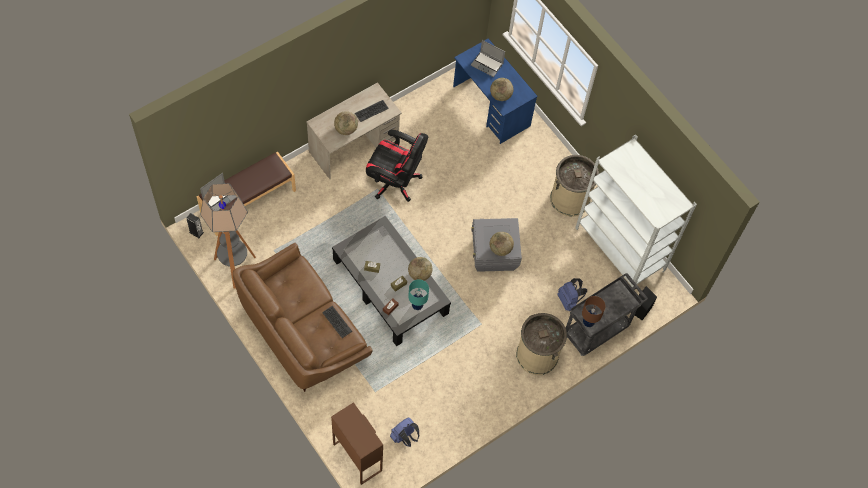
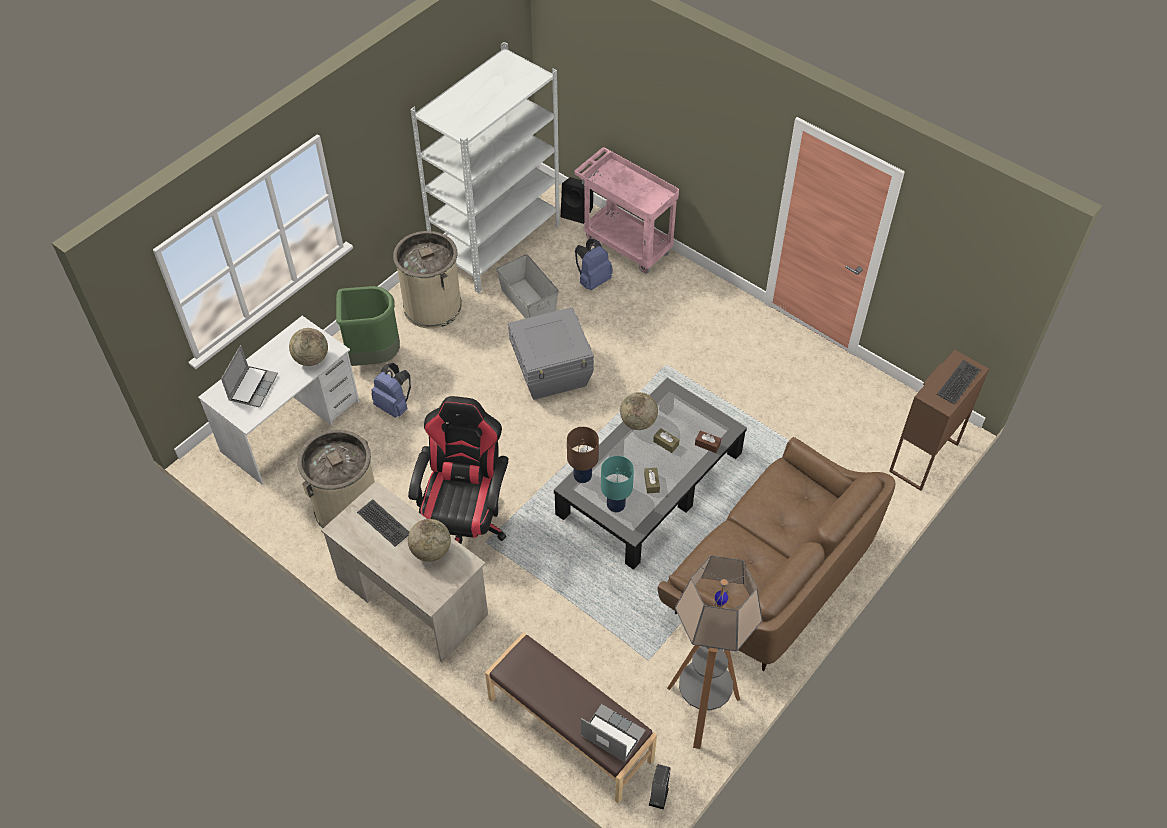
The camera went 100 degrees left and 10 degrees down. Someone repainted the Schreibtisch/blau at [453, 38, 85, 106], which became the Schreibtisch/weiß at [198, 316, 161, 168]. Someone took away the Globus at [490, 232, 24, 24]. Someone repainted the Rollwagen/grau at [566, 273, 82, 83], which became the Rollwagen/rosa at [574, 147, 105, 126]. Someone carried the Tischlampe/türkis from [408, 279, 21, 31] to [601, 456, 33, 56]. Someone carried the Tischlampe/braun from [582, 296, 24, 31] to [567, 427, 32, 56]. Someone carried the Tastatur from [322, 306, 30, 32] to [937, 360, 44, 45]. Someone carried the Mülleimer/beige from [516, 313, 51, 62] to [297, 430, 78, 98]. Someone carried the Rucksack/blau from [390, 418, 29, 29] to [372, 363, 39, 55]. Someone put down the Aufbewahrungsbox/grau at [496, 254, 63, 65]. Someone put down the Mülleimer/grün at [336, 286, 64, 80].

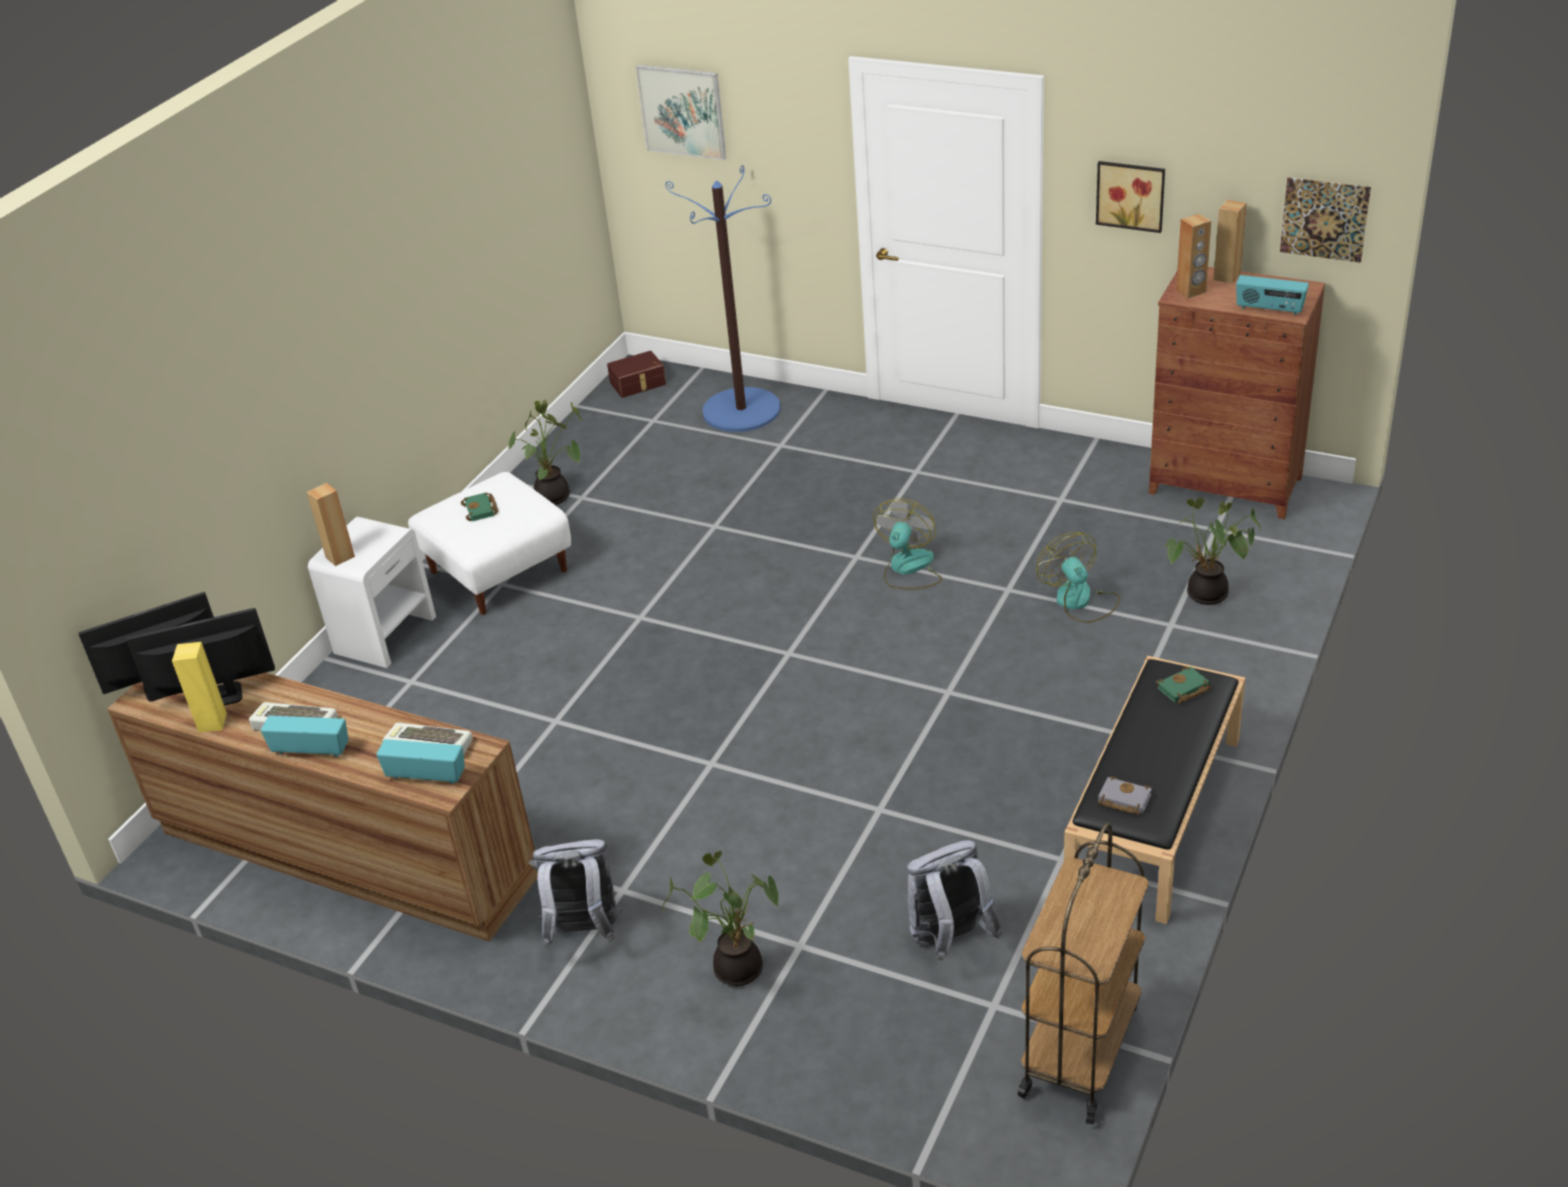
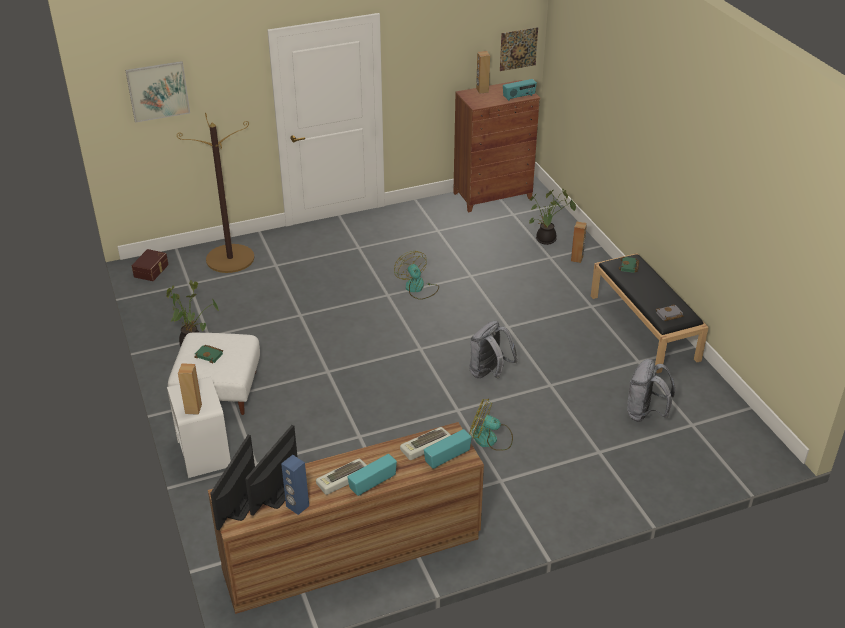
The camera went 50 degrees left and 0 degrees up. Someone took away the Bild at [1096, 161, 69, 72]. Someone repainted the Kleiderständer/blau at [665, 165, 115, 267], which became the Kleiderständer/braun at [177, 112, 77, 161]. Someone carried the Lautsprecher/braun from [1176, 214, 35, 84] to [571, 222, 16, 41]. Someone carried the Ventilator from [1036, 532, 84, 91] to [469, 399, 44, 52]. Someone repainted the Lautsprecher/gelb at [172, 642, 55, 91], which became the Lautsprecher/blau at [281, 455, 28, 60]. Someone took away the Rollwagen/braun at [1018, 823, 131, 301]. Someone carried the Rucksack/grau from [533, 840, 89, 108] to [469, 321, 49, 57]. Someone took away the Topfpflanze at [662, 851, 117, 135].

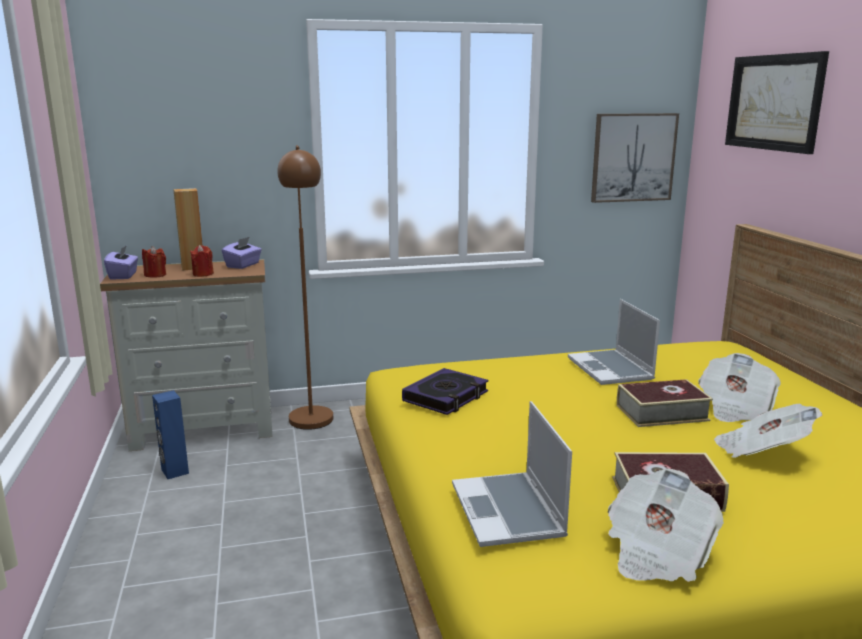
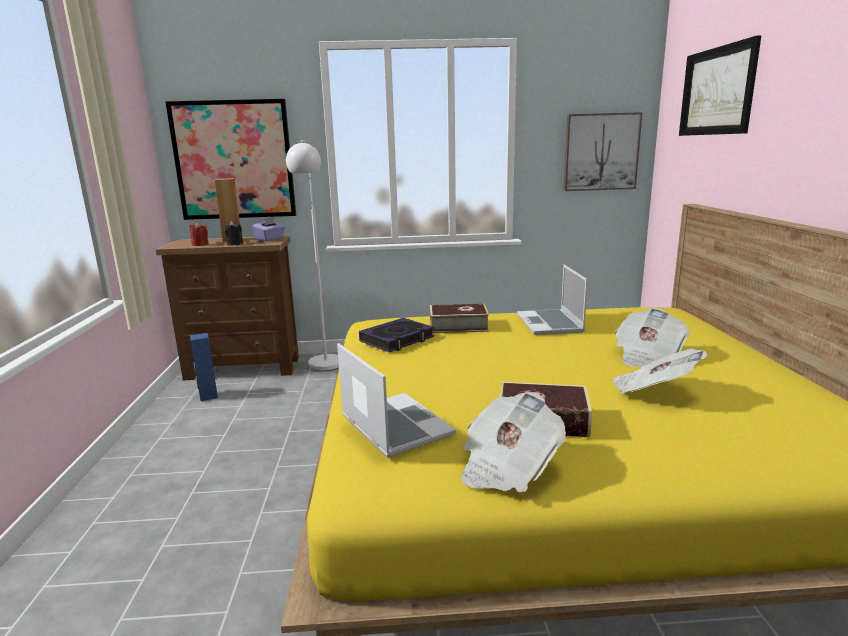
The camera went 10 degrees right and 0 degrees up. Someone repainted the Stehlampe/braun at [277, 145, 57, 285], which became the Stehlampe/weiß at [286, 140, 53, 231]. Someone took away the Taschentuchbox/lila at [104, 245, 34, 35]. Someone repainted the Kerze/rot at [190, 245, 24, 32], which became the Kerze/schwarz at [224, 221, 19, 25]. Someone repainted the Kommode/weiß at [100, 259, 173, 192], which became the Kommode/braun at [156, 236, 143, 144]. Someone carried the Buch from [617, 379, 96, 48] to [430, 304, 59, 29]. Someone rotated the Laptop at [452, 401, 120, 146] by 150 degrees clockwise. Someone put up the Bild at [165, 99, 131, 121].

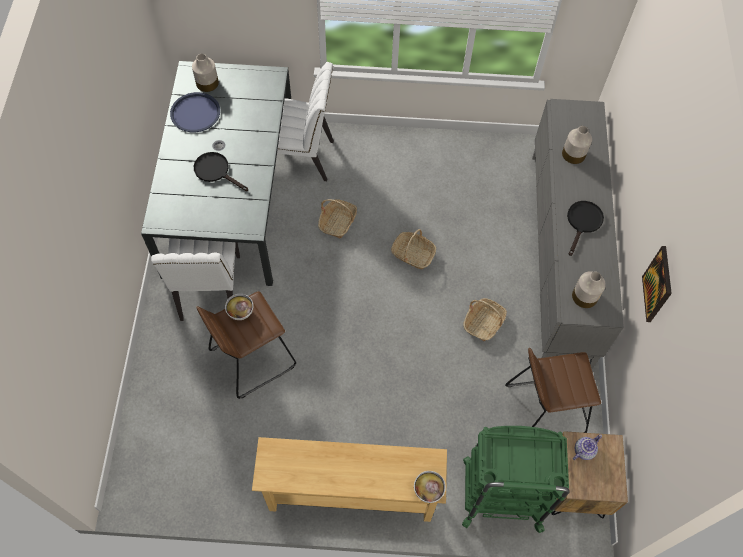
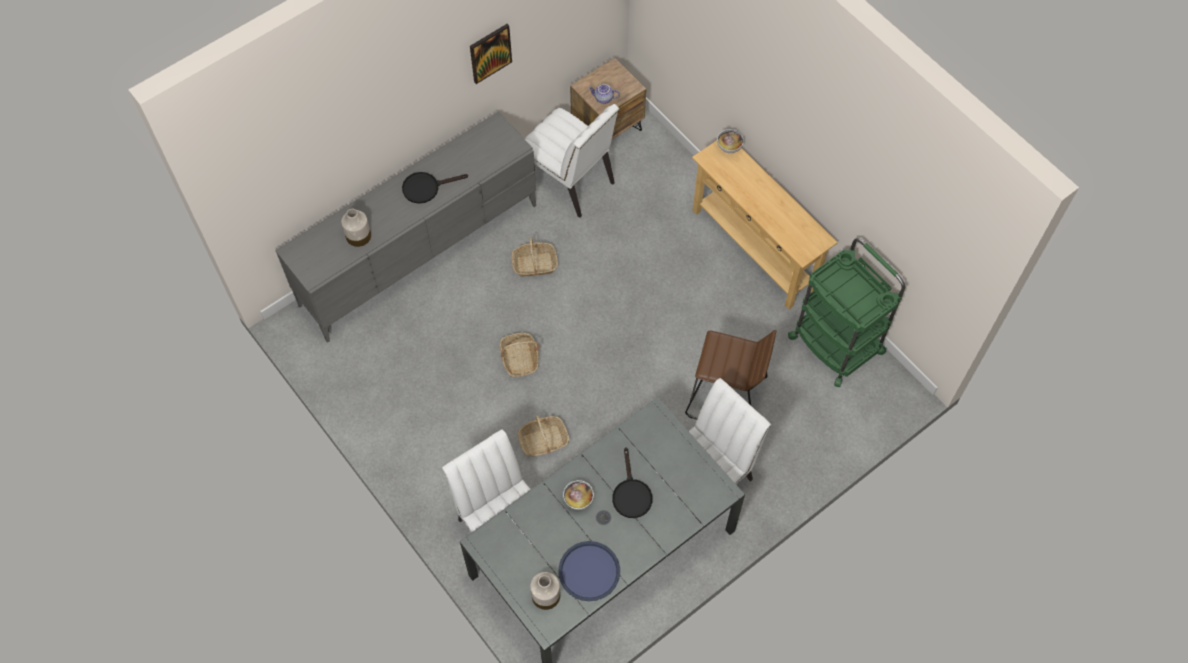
The camera went 130 degrees left and 0 degrees up. Someone took away the Vase/beige at [572, 271, 34, 37]. Someone carried the Schüssel from [225, 294, 28, 26] to [563, 480, 31, 30]. Someone swapped the Hocker/braun at [505, 348, 96, 85] for the Stuhl/weiß at [525, 104, 94, 114]. Someone carried the Rollwagen/grün from [462, 426, 108, 107] to [788, 238, 117, 149].

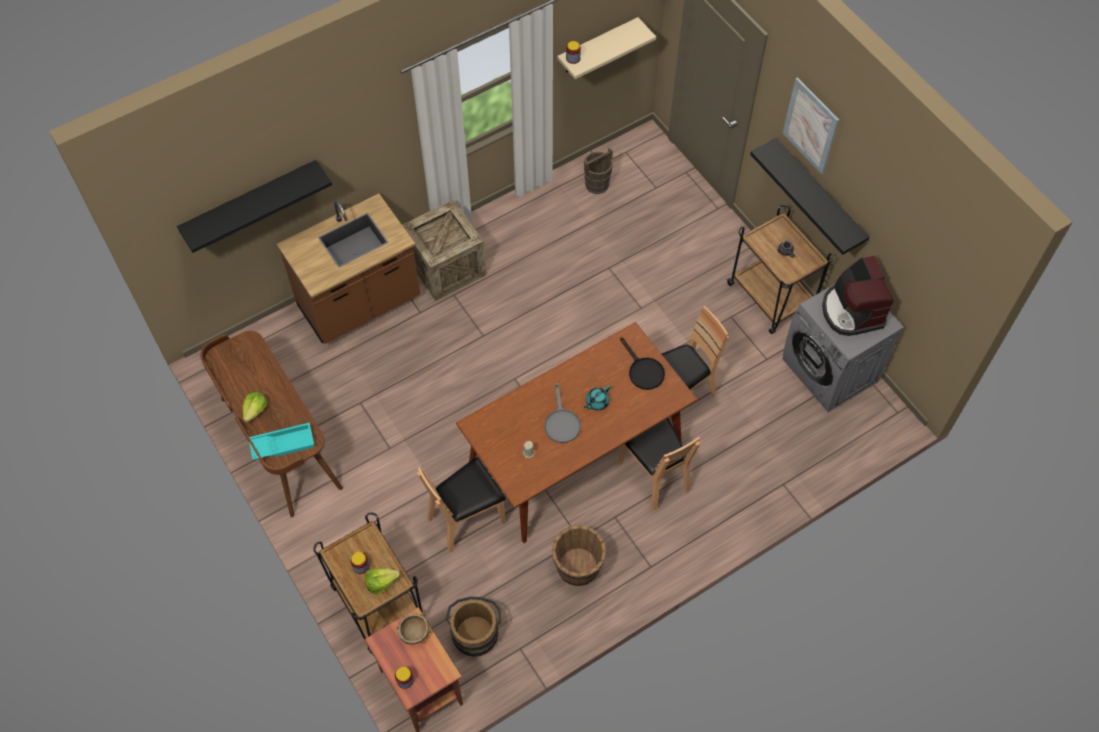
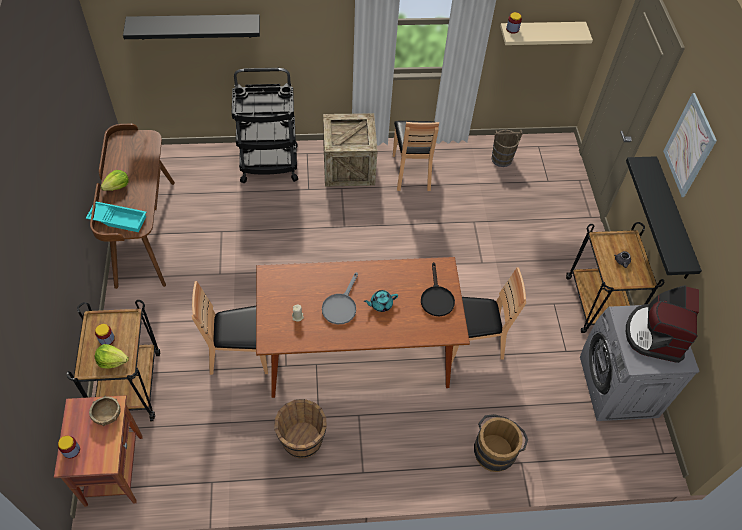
The camera went 25 degrees right and 5 degrees down. Someone swapped the Küchenzeile/braun at [277, 194, 143, 150] for the Rollwagen/schwarz at [232, 68, 66, 115]. Someone carried the Stuhl/braun from [618, 418, 82, 93] to [393, 121, 46, 70]. Someone carried the Eimer/braun from [445, 597, 56, 60] to [474, 414, 54, 58].

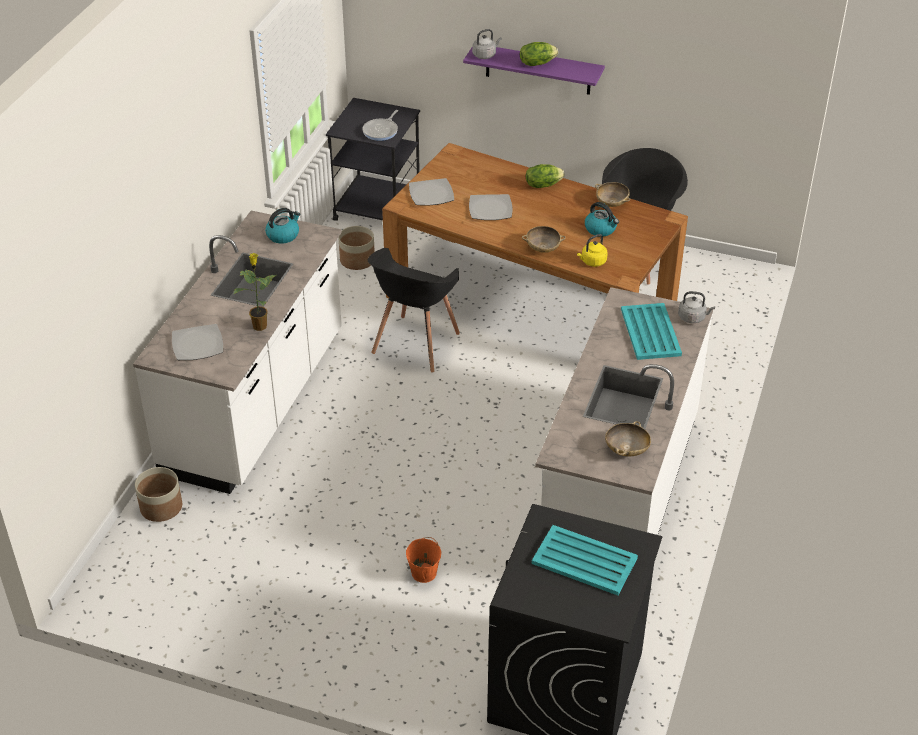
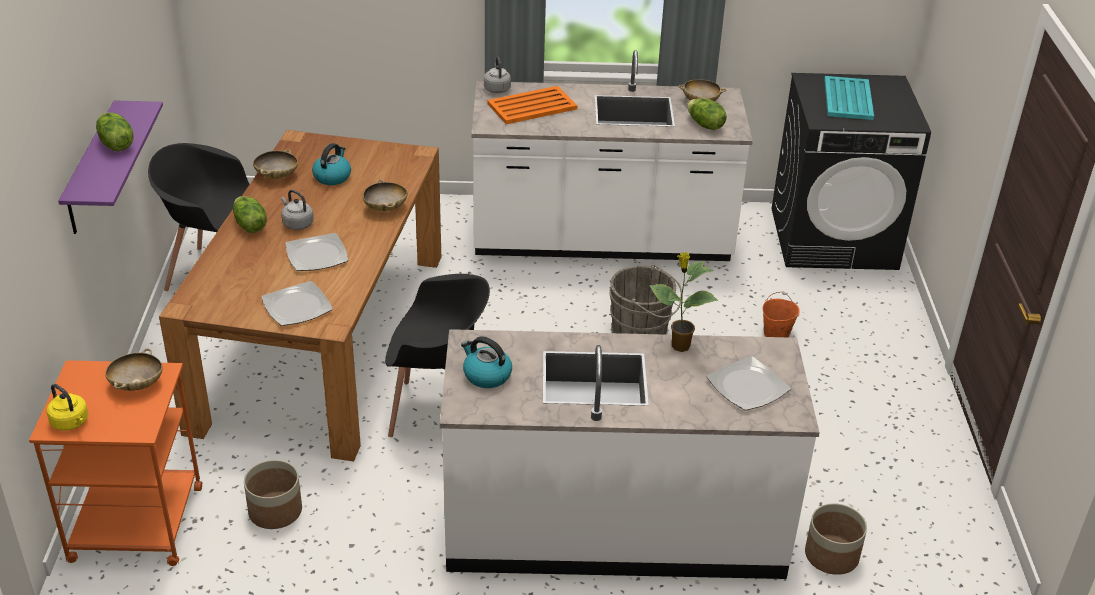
The camera went 110 degrees left and 5 degrees down. Someone carried the Wasserkessel/grau from [472, 29, 30, 30] to [281, 190, 33, 40]. Someone repainted the Rollwagen/schwarz at [326, 98, 94, 123], which became the Rollwagen/orange at [29, 360, 174, 206]. Someone swapped the Pfanne at [362, 110, 36, 31] for the Schüssel/beige at [105, 348, 58, 43]. Someone carried the Wasserkessel/gelb from [577, 234, 31, 33] to [46, 384, 42, 47]. Someone repainted the Tablett/türkis at [621, 303, 61, 57], which became the Tablett/orange at [487, 86, 91, 38]. Someone put down the Salatkopf at [687, 98, 40, 32]. Someone put down the Eimer/grau at [609, 264, 73, 71].

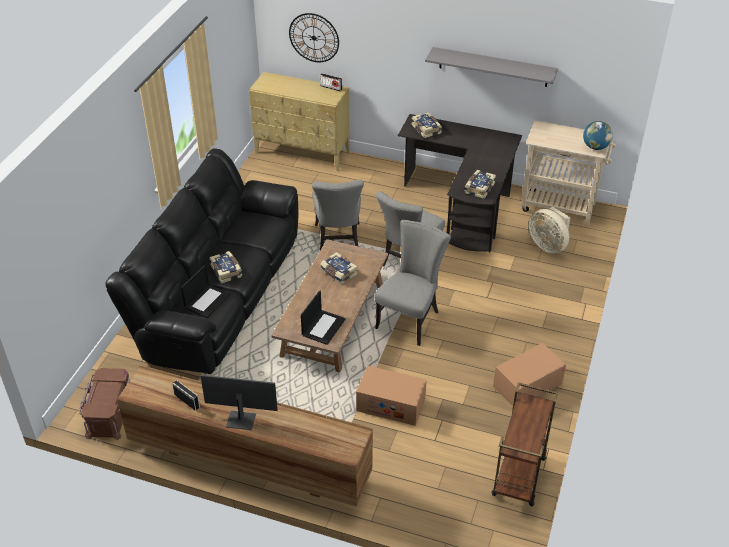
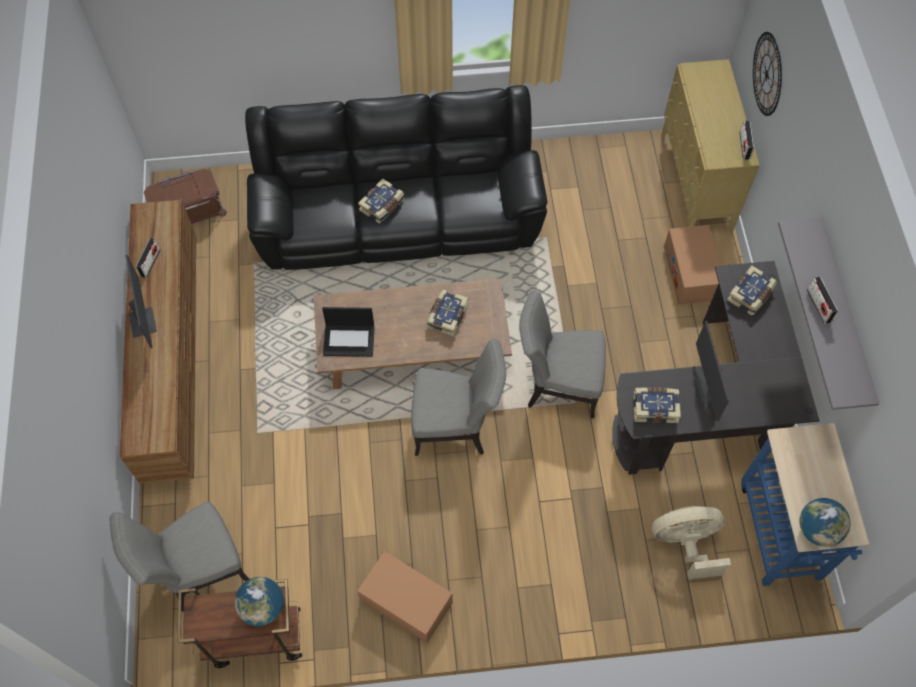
The camera went 65 degrees right and 20 degrees up. Someone repainted the Rollwagen/beige at [521, 120, 95, 106], which became the Rollwagen/blau at [741, 423, 128, 163]. Someone carried the Stuhl/grau from [312, 179, 52, 71] to [110, 501, 139, 111]. Someone rotated the Ventilator/beige at [528, 207, 43, 47] by 60 degrees clockwise. Someone took away the Laptop at [181, 265, 50, 53]. Someone carried the Karton from [356, 365, 71, 61] to [664, 225, 57, 80]. Someone put down the Radio at [807, 276, 31, 48]. Someone put down the Monitor at [694, 321, 35, 100]. Someone put down the Globus at [235, 577, 49, 49].

